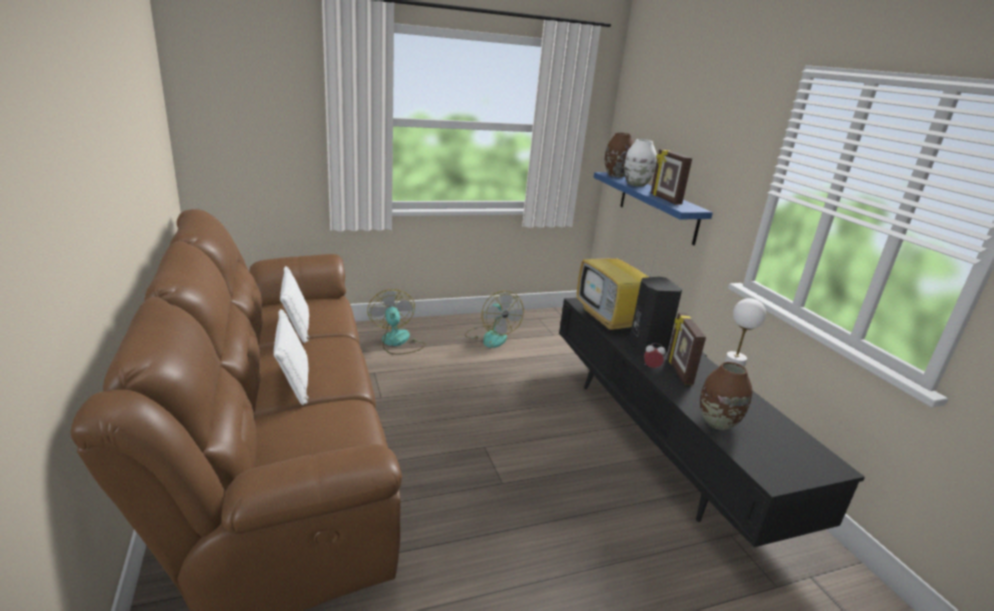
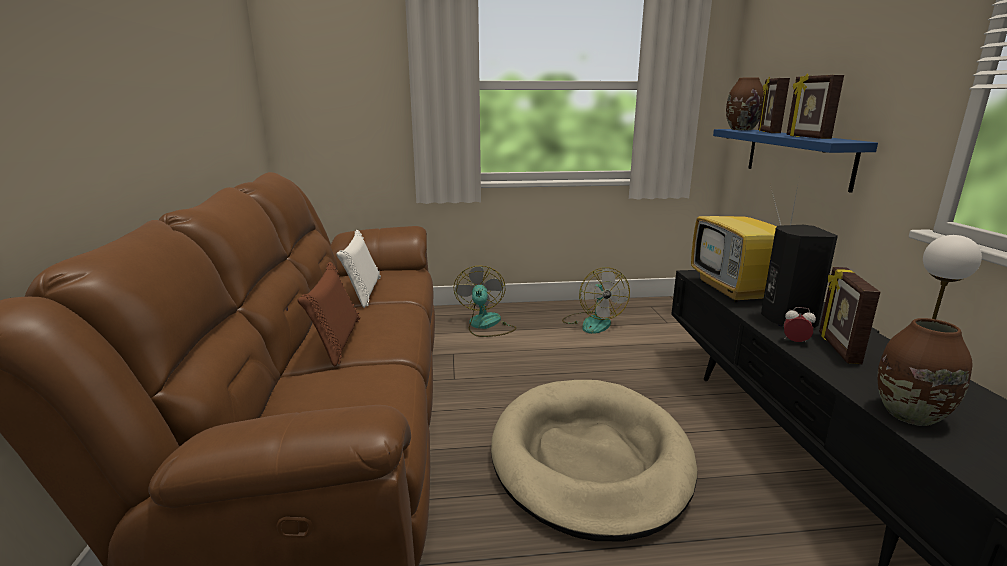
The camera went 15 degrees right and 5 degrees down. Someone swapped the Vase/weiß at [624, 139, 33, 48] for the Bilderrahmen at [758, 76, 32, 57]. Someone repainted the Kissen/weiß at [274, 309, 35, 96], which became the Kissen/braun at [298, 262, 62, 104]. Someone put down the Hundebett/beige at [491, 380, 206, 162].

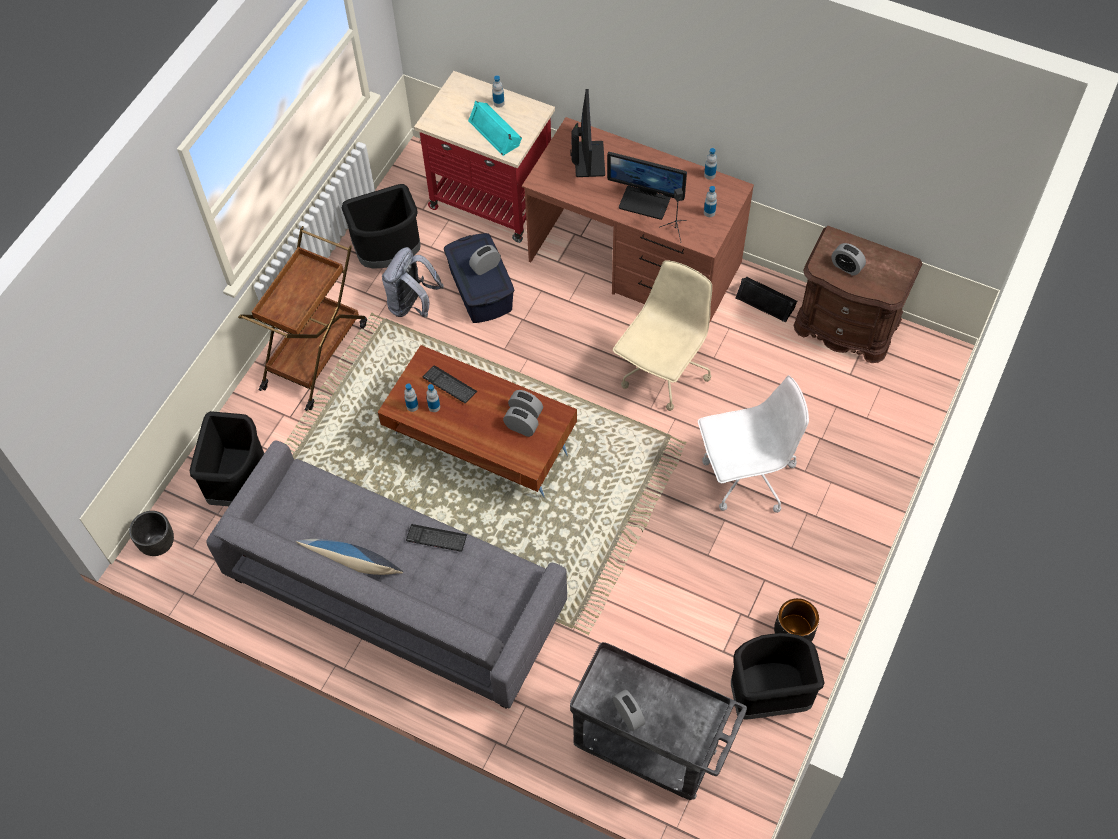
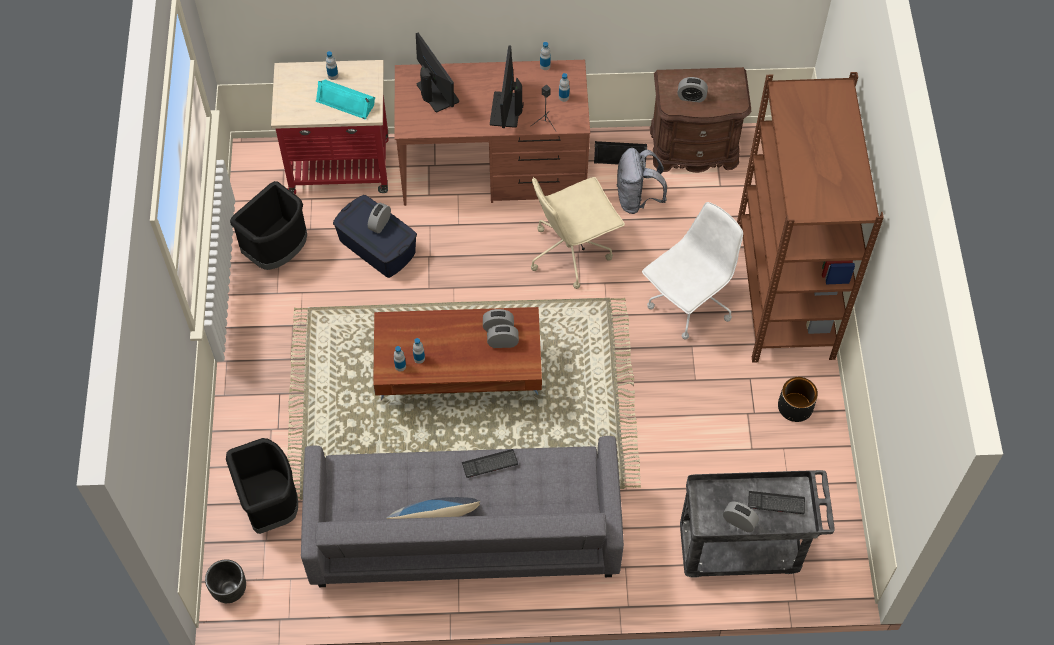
The camera went 30 degrees left and 0 degrees up. Someone rotated the Monitor at [607, 152, 80, 68] by 105 degrees clockwise. Someone took away the Rollwagen/braun at [238, 226, 129, 185]. Someone carried the Rucksack/grau from [382, 247, 62, 71] to [617, 148, 50, 66]. Someone rotated the Bürostuhl/beige at [613, 260, 99, 151] by 120 degrees counterclockwise. Someone carried the Tastatur from [423, 365, 54, 38] to [748, 491, 57, 23]. Someone took away the Mülleimer/schwarz at [731, 633, 94, 87]. Someone put down the Bücherregal/braun at [737, 72, 147, 291].

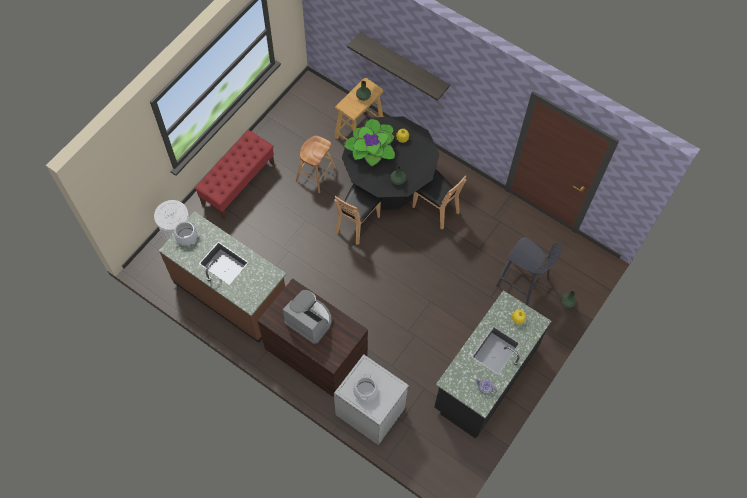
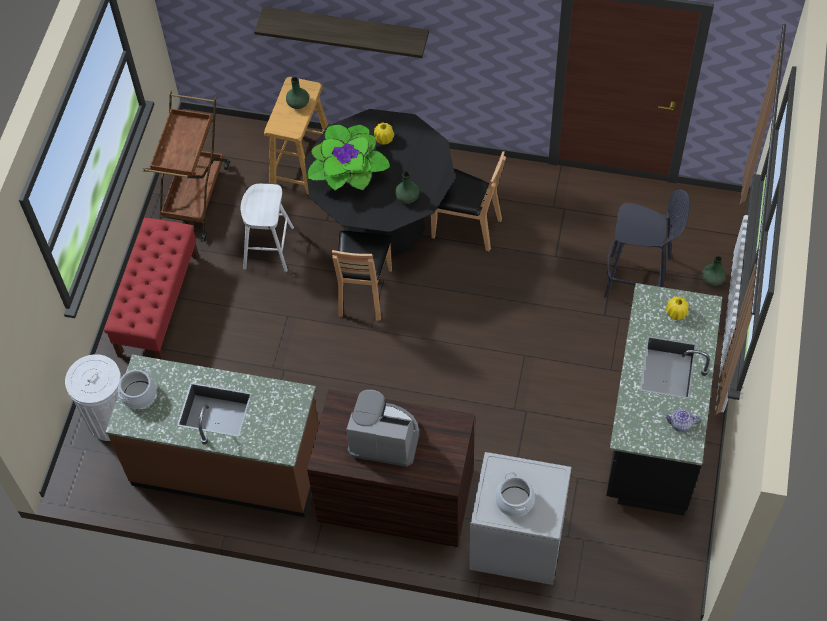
The camera went 20 degrees left and 5 degrees down. Someone repainted the Hocker/braun at [296, 136, 40, 57], which became the Hocker/weiß at [241, 184, 53, 88]. Someone put down the Rollwagen/braun at [143, 91, 86, 151].

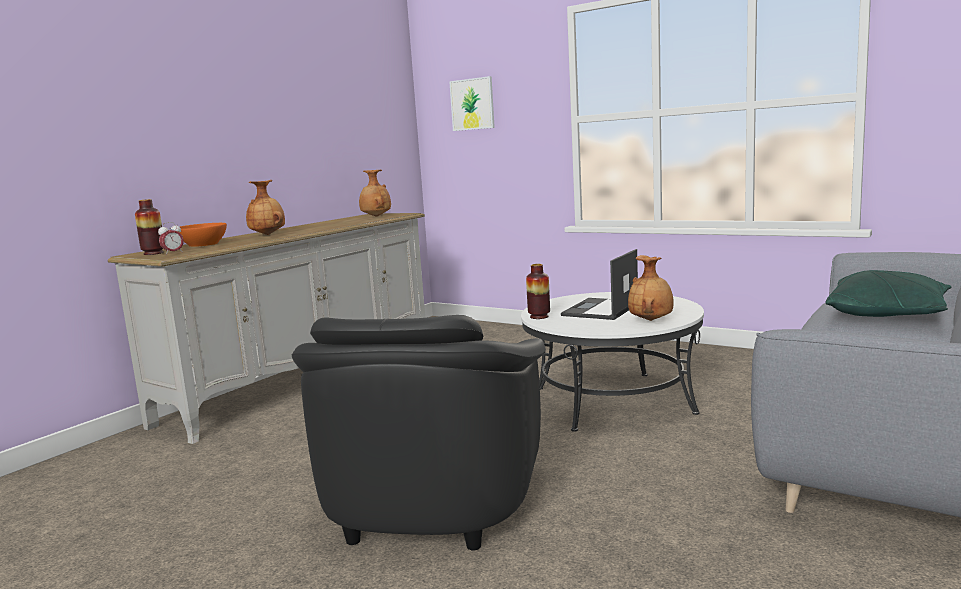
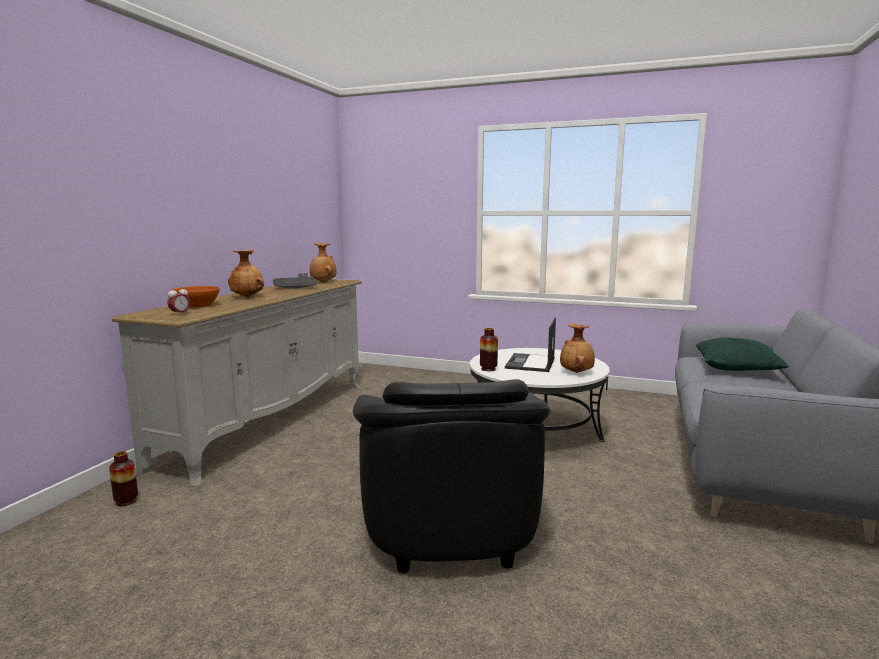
The camera went 15 degrees left and 0 degrees up. Someone took away the Bild at [449, 76, 46, 55]. Someone carried the Vase from [135, 199, 29, 56] to [109, 451, 29, 55]. Someone put down the Tablett/grau at [273, 273, 43, 16].

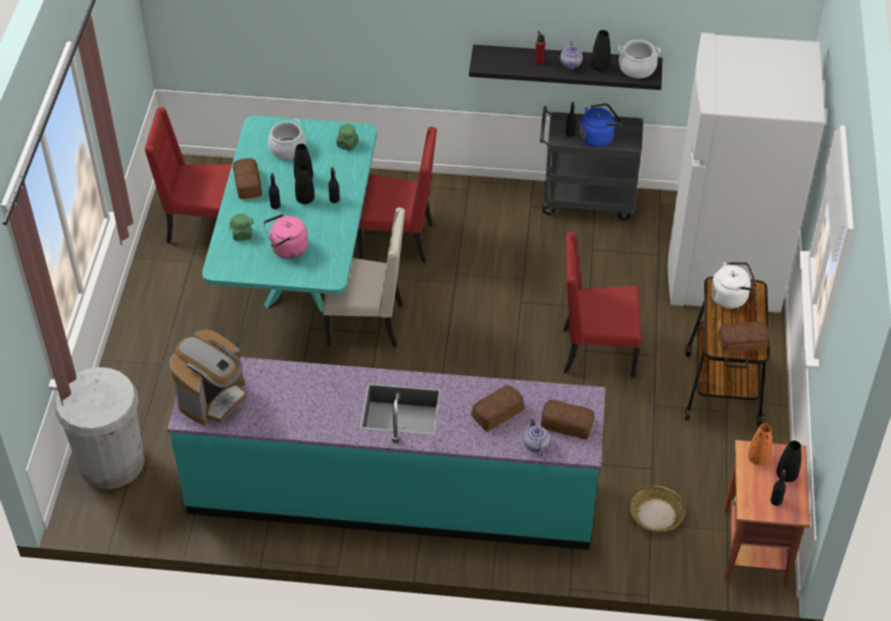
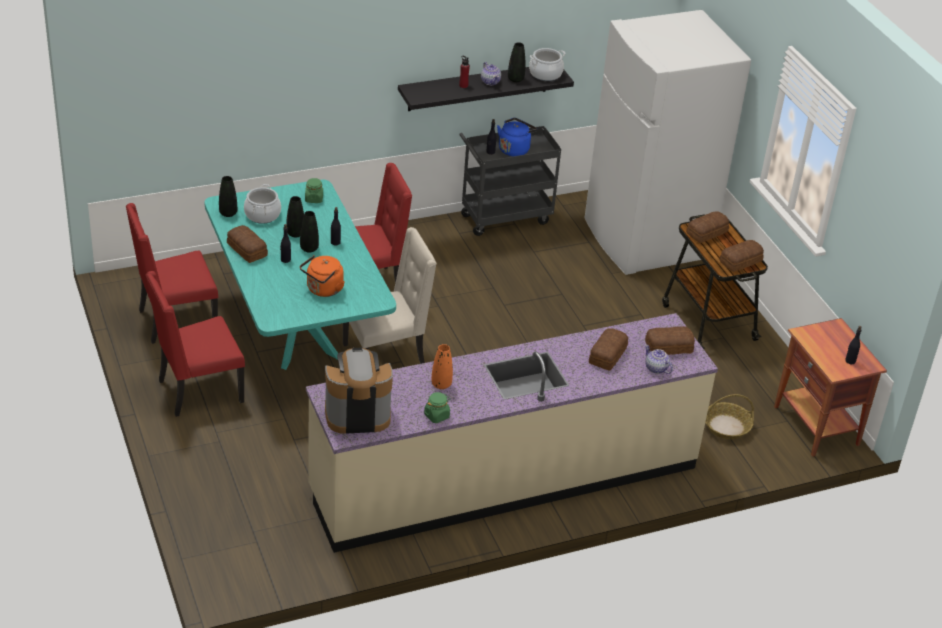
The camera went 30 degrees left and 10 degrees down. Someone carried the Vorratsglas/grün from [229, 213, 25, 28] to [424, 392, 26, 31]. Someone repainted the Wasserkessel/rosa at [263, 214, 45, 45], which became the Wasserkessel/orange at [300, 255, 44, 42]. Someone carried the Stuhl/rot from [563, 232, 78, 146] to [146, 271, 99, 146]. Someone swapped the Wasserkessel/weiß at [711, 262, 47, 47] for the Brot at [686, 211, 43, 32]. Someone rotated the Kaffeemaschine at [170, 329, 77, 97] by 105 degrees counterclockwise. Someone repainted the Küchenzeile/türkis at [167, 357, 438, 193], which became the Küchenzeile/beige at [306, 313, 412, 240]. Someone took away the Mülleimer/weiß at [54, 367, 91, 122]. Someone carried the Vase/orange from [748, 424, 24, 41] to [431, 344, 22, 45]. Someone carried the Vase/schwarz from [777, 441, 24, 41] to [219, 176, 18, 41].

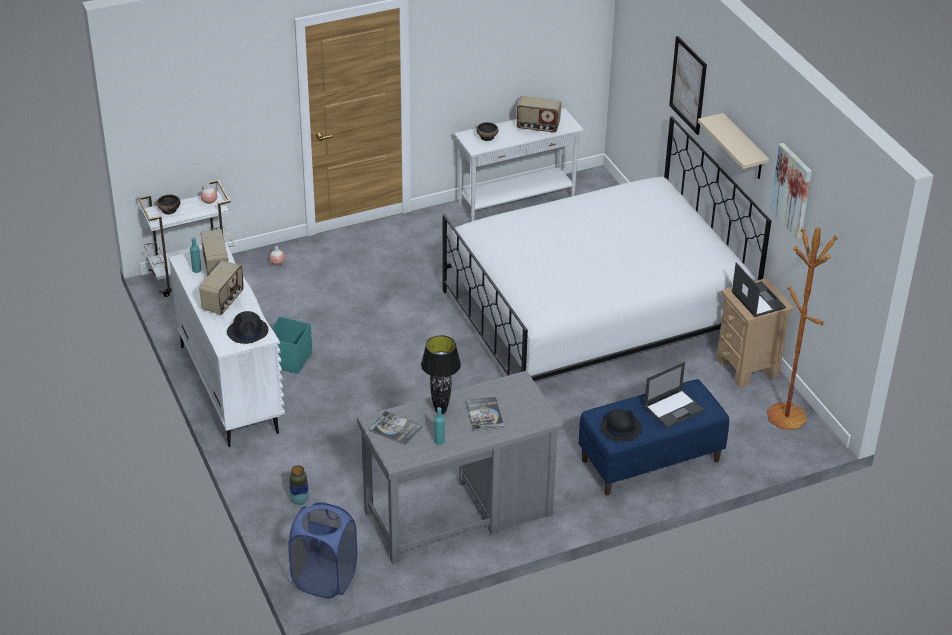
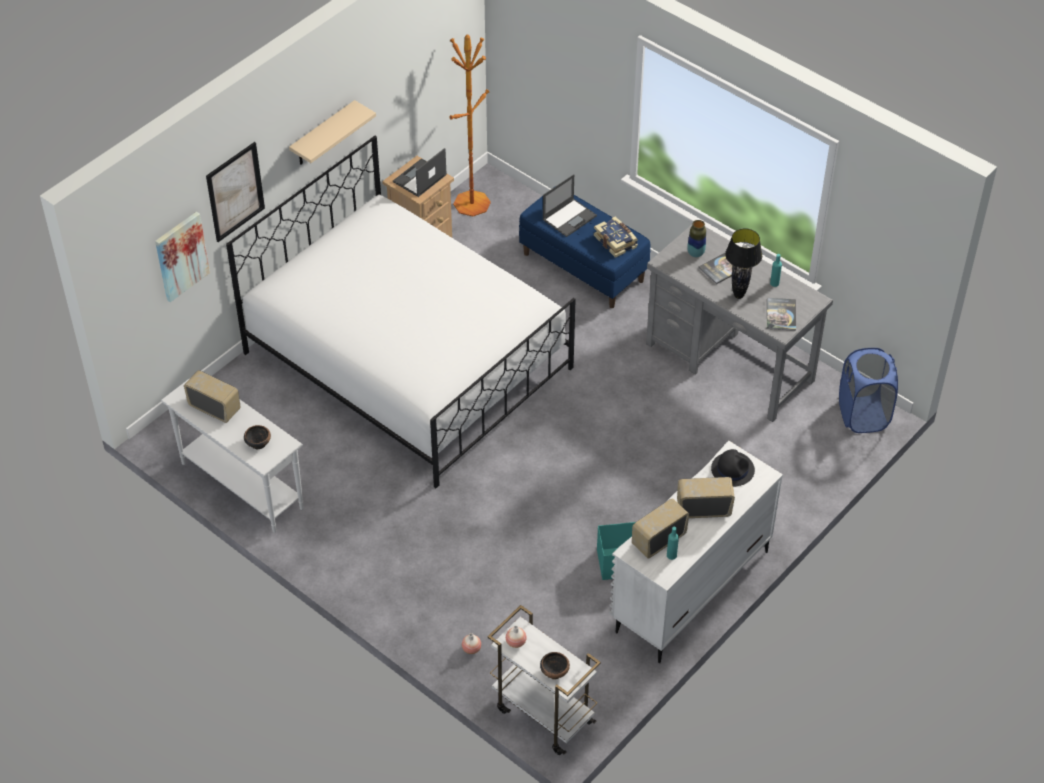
The camera went 115 degrees left and 10 degrees up. Someone rotated the Radio at [517, 96, 45, 37] by 45 degrees counterclockwise. Someone carried the Bild from [770, 143, 42, 96] to [155, 212, 55, 90]. Someone rotated the Laptop at [644, 362, 60, 66] by 105 degrees clockwise. Someone swapped the Hut/schwarz at [600, 409, 42, 32] for the Buch at [594, 217, 44, 41]. Someone carried the Vase from [290, 465, 19, 40] to [687, 220, 19, 37].

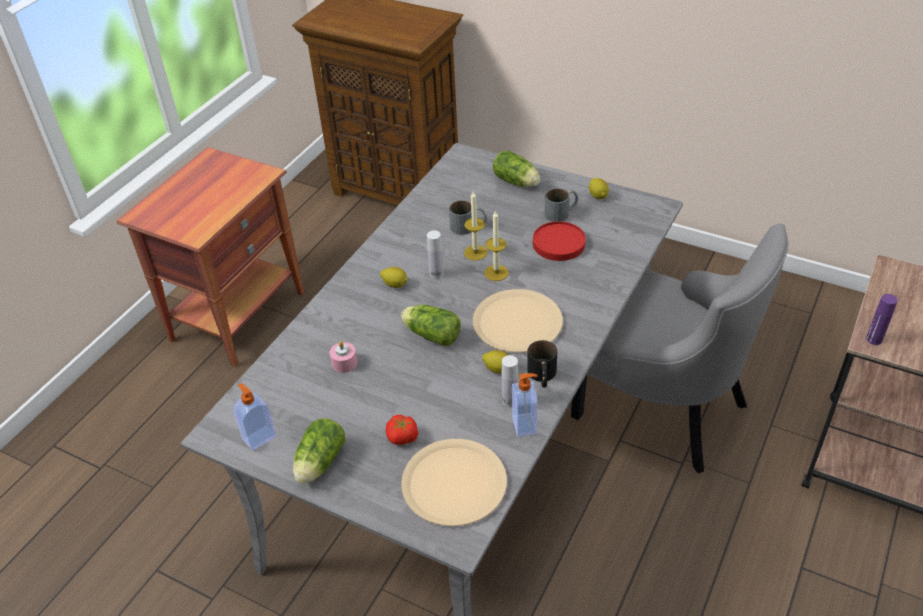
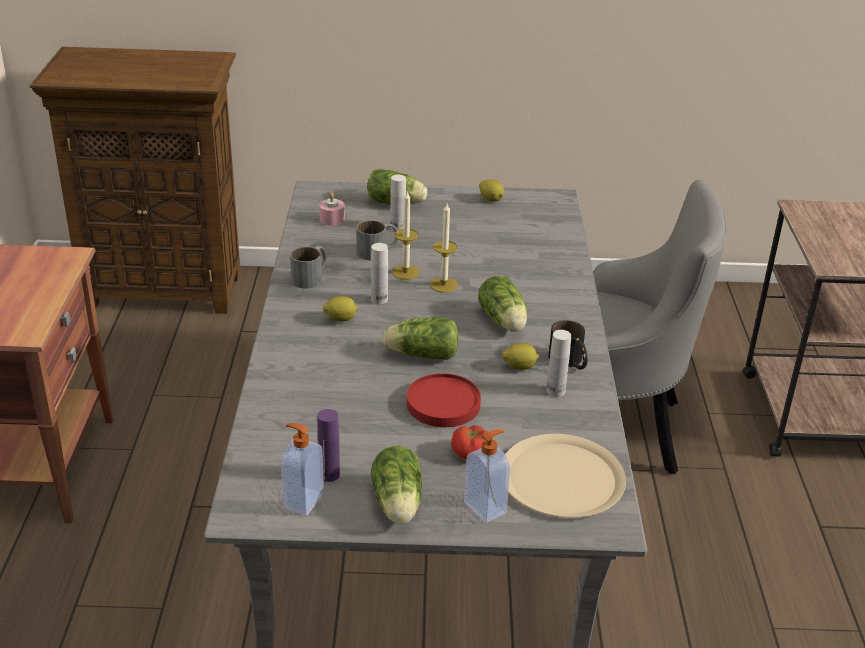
The camera went 30 degrees left and 10 degrees down. Someone carried the Henkelbecher/grau from [544, 188, 34, 34] to [290, 246, 37, 43]. Someone carried the Teller/rot from [533, 221, 53, 40] to [407, 373, 74, 54]. Someone swapped the Teller/beige at [473, 289, 90, 63] for the Salatkopf at [478, 276, 49, 56]. Someone carried the Flasche/lila from [866, 294, 32, 51] to [317, 409, 23, 73]. Someone carried the Kerze/rosa from [330, 341, 27, 32] to [319, 192, 26, 34]. Someone carried the Seifenspender from [512, 373, 26, 64] to [464, 429, 46, 94]. Someone put down the Flasche/weiß at [390, 175, 16, 56].

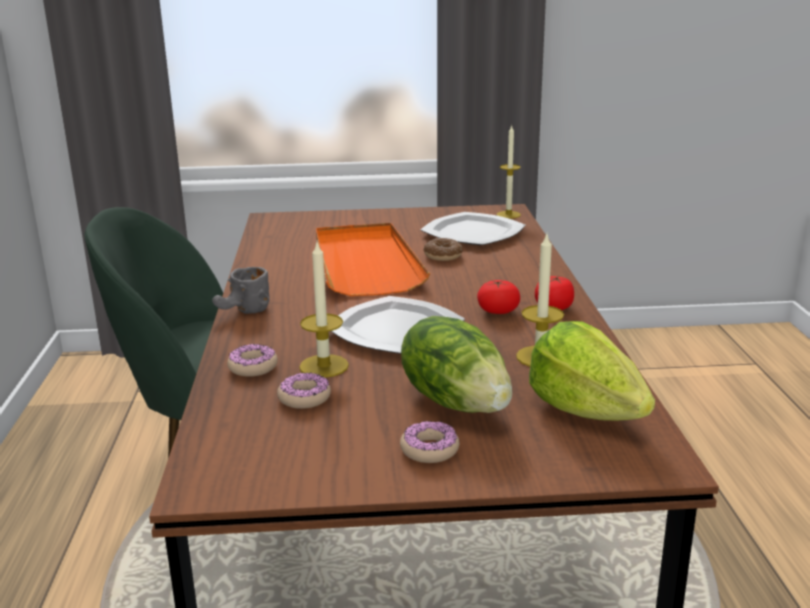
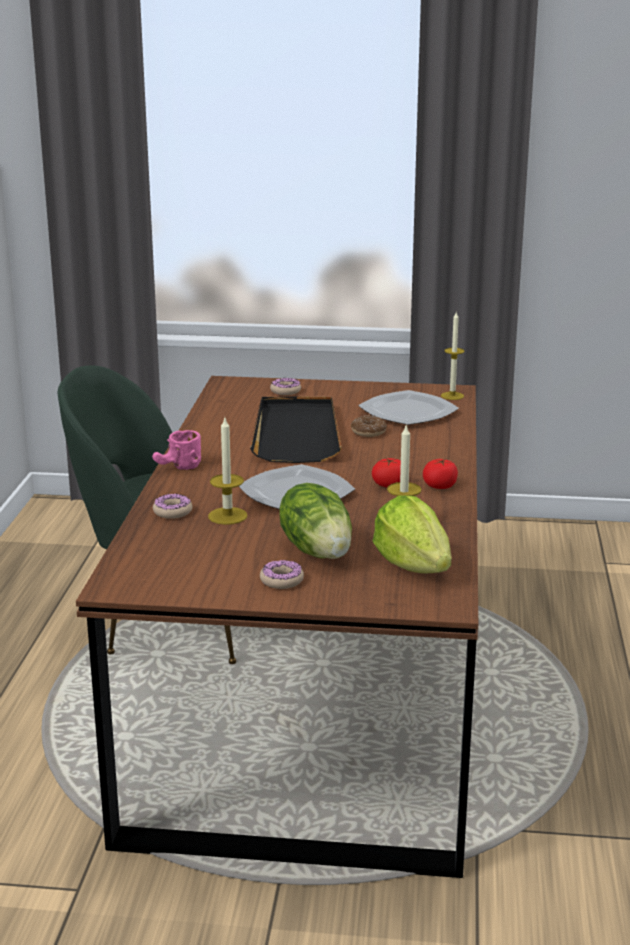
The camera went 10 degrees right and 0 degrees up. Someone repainted the Tablett/orange at [316, 223, 114, 73], which became the Tablett/schwarz at [250, 397, 92, 66]. Someone repainted the Henkelbecher/grau at [212, 267, 58, 47], which became the Henkelbecher/rosa at [152, 430, 49, 40]. Someone carried the Donut from [277, 372, 54, 37] to [270, 378, 31, 17].

